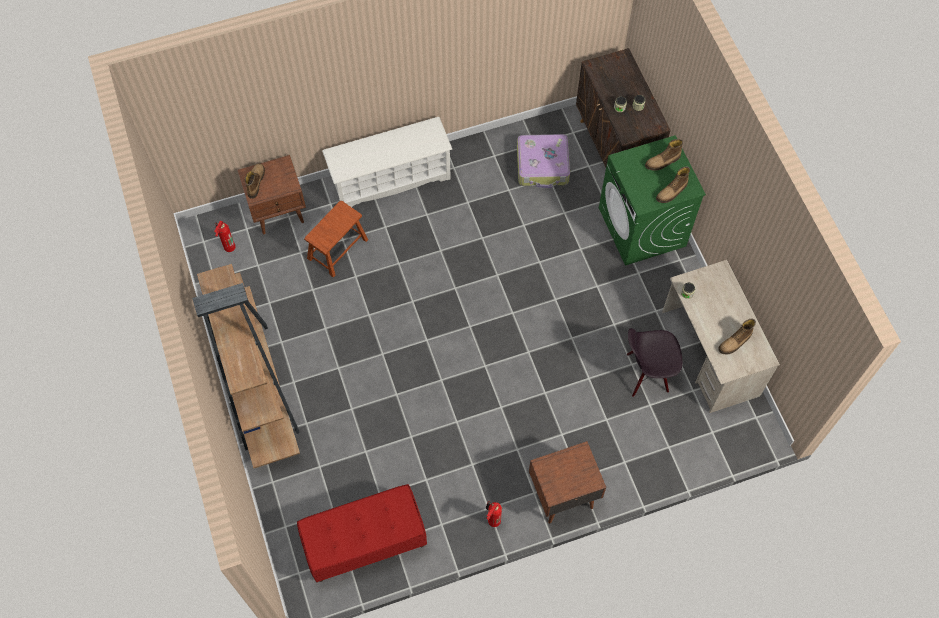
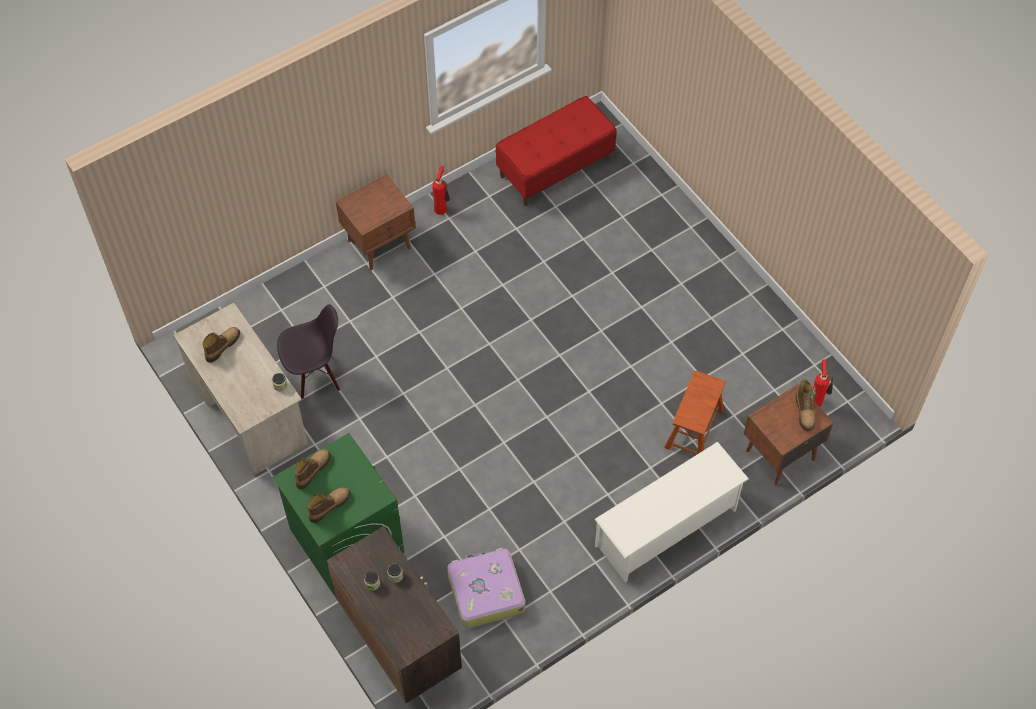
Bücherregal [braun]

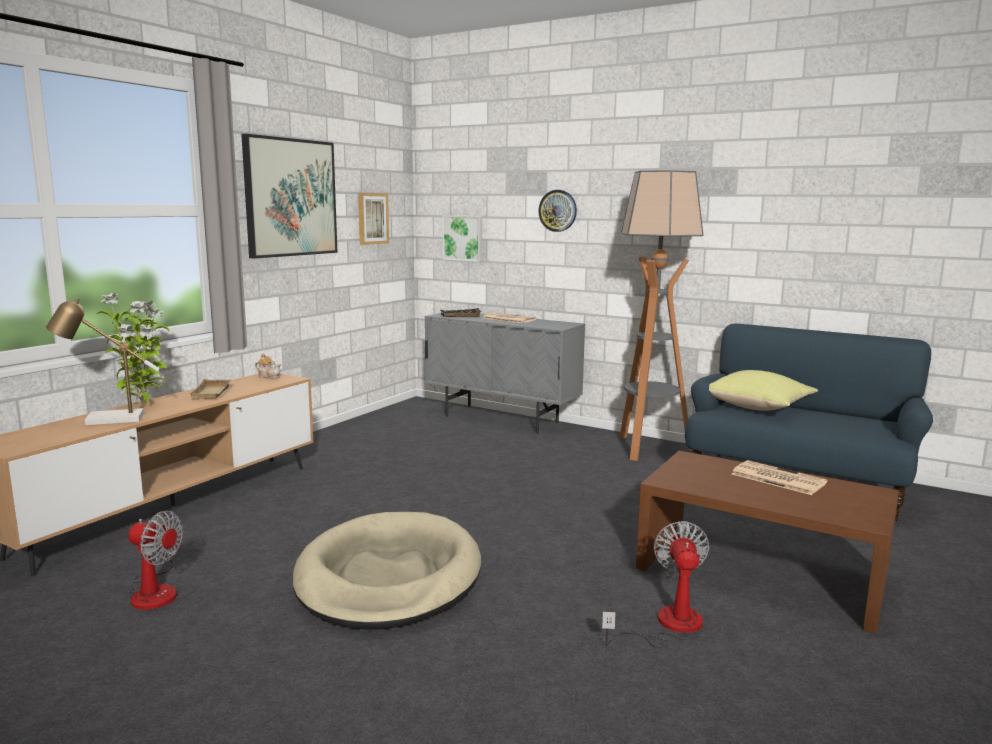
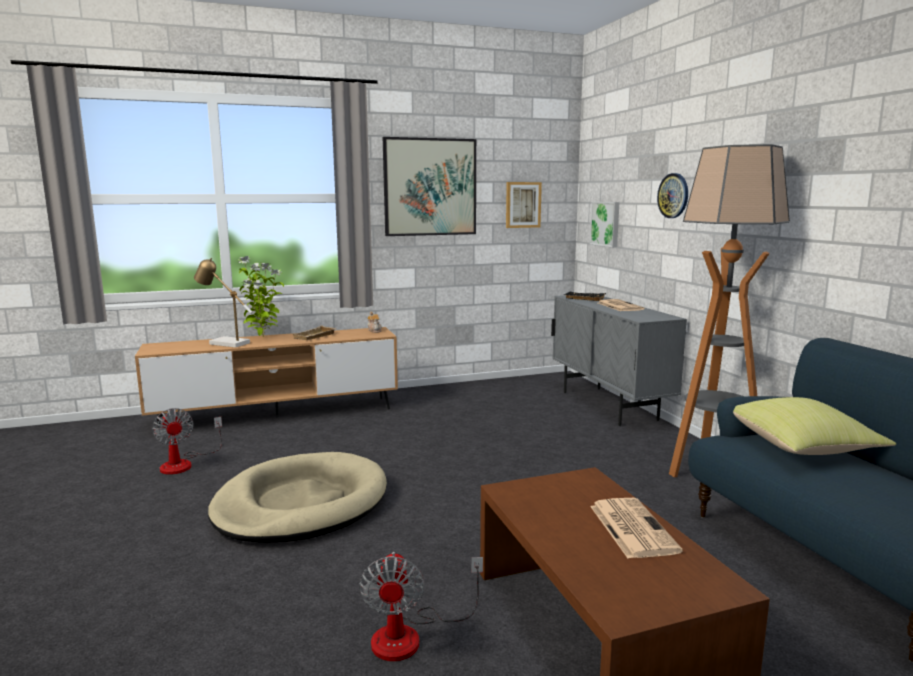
Ventilator (2nd from left)

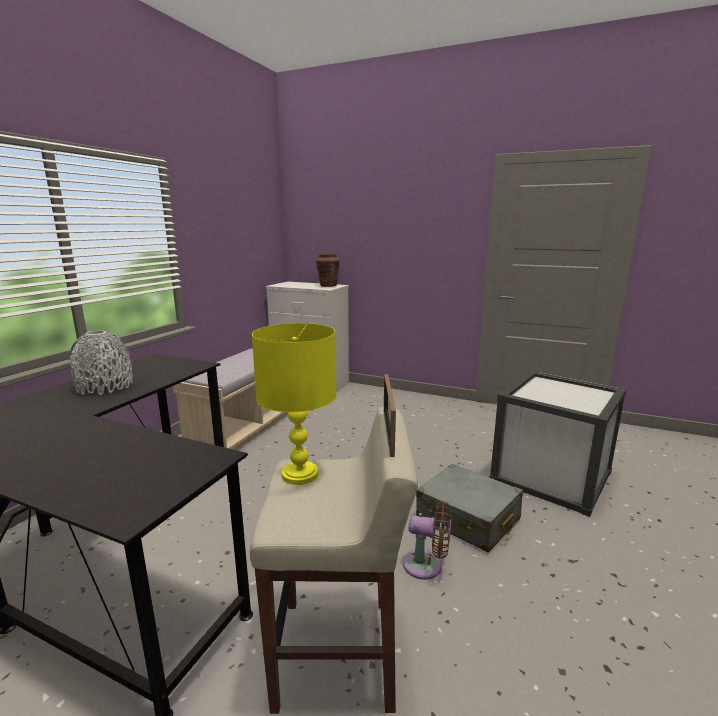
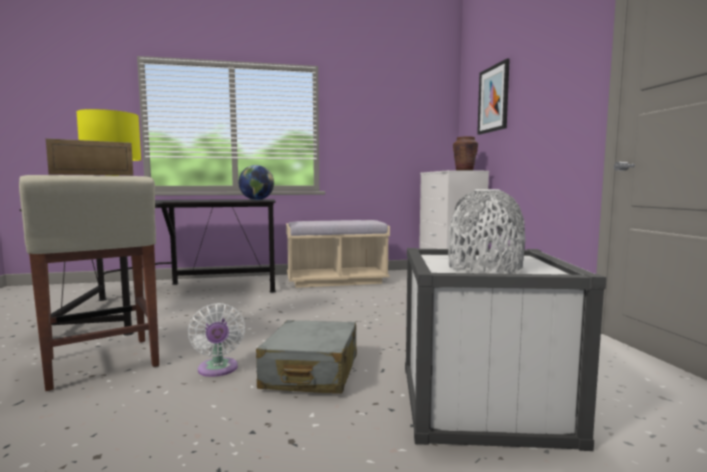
Globus
Bild
Vase [grau]
Ventilator [weiß]

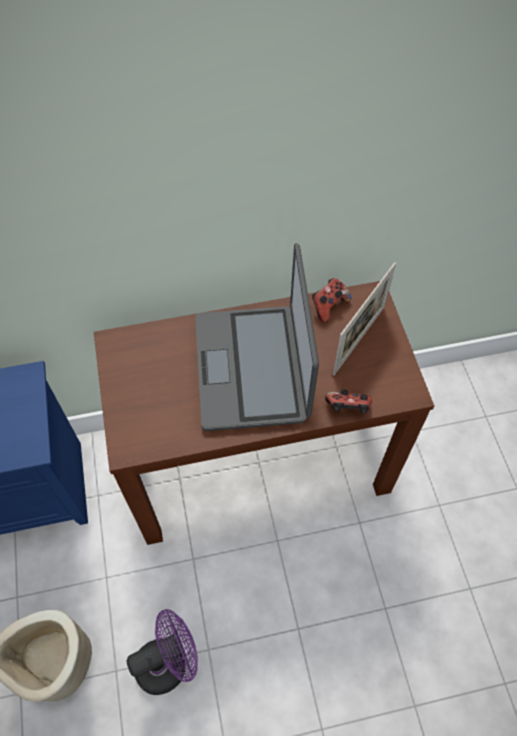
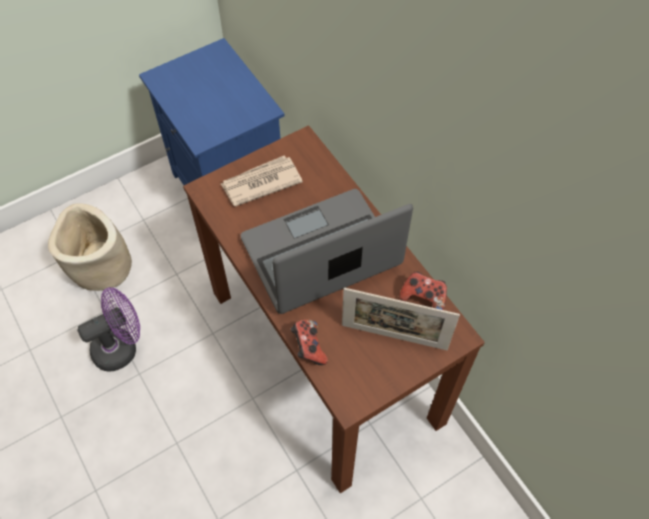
Zeitung
Ventilator [lila]

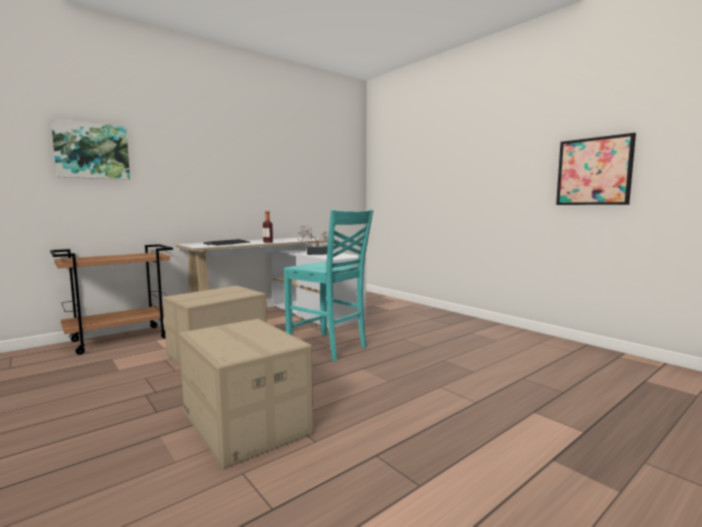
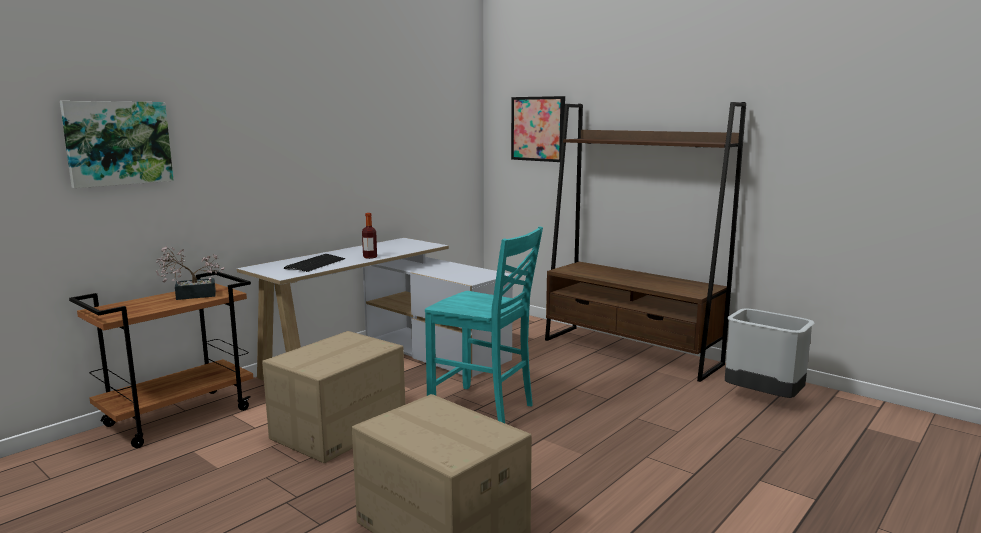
Bücherregal [braun]
Mülleimer [grau]
Topfpflanze
Bild (2nd from left)

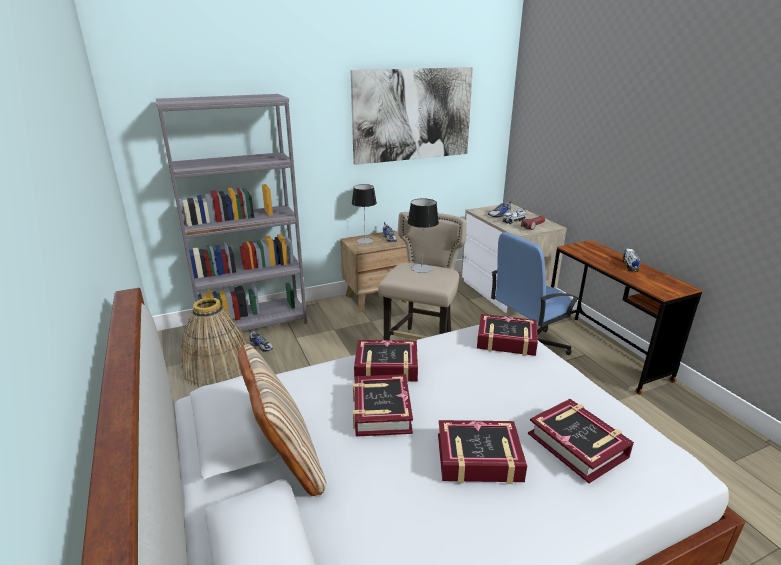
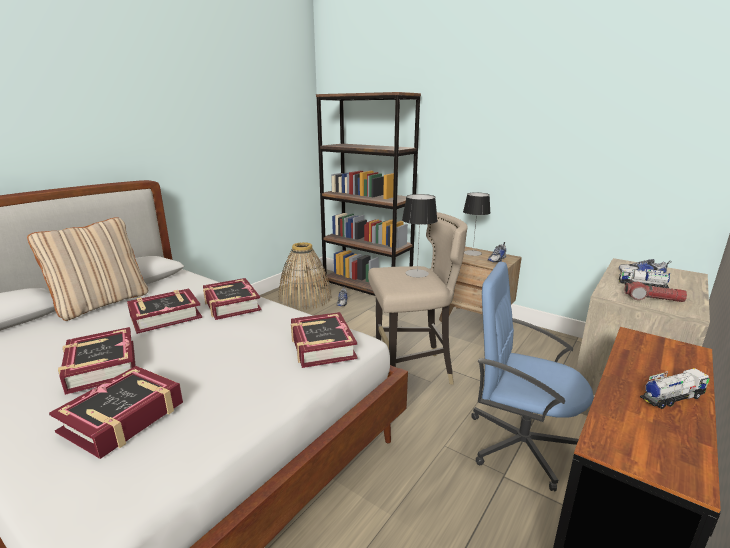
Bild
Bücherregal [braun]

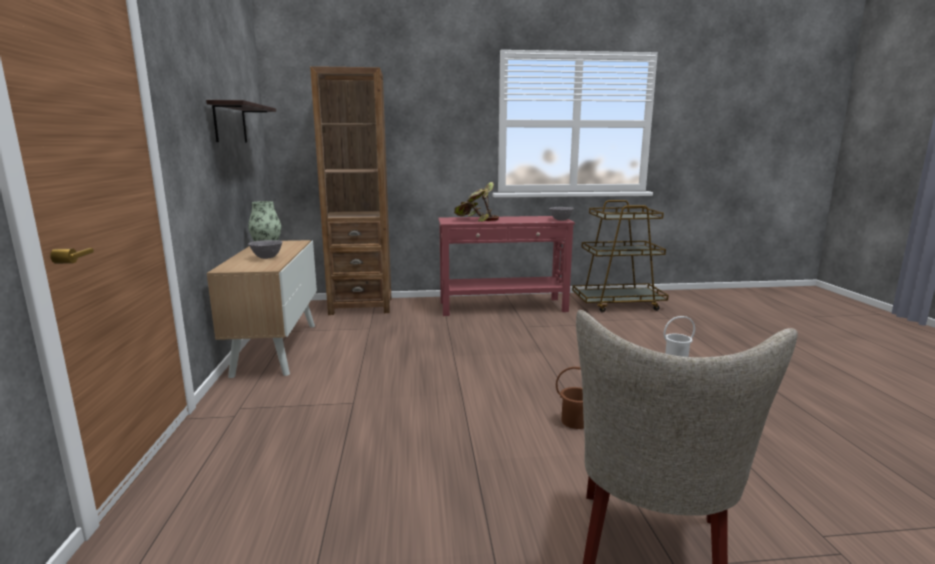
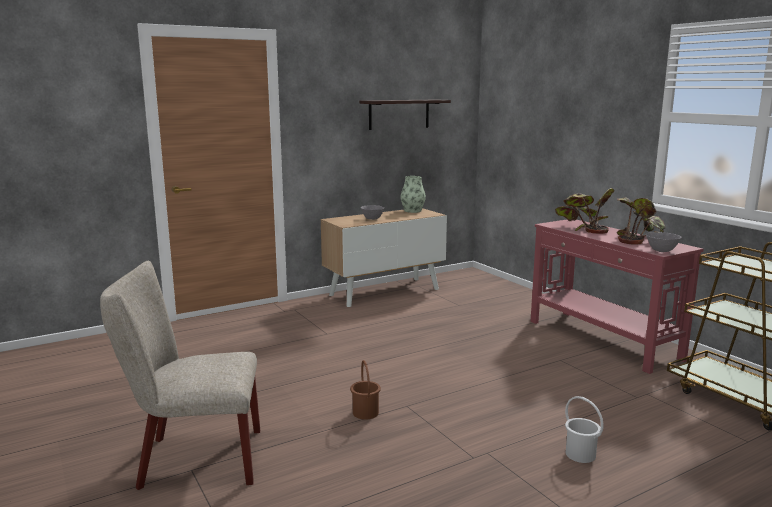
Bücherregal [braun]
Topfpflanze (2nd from left)

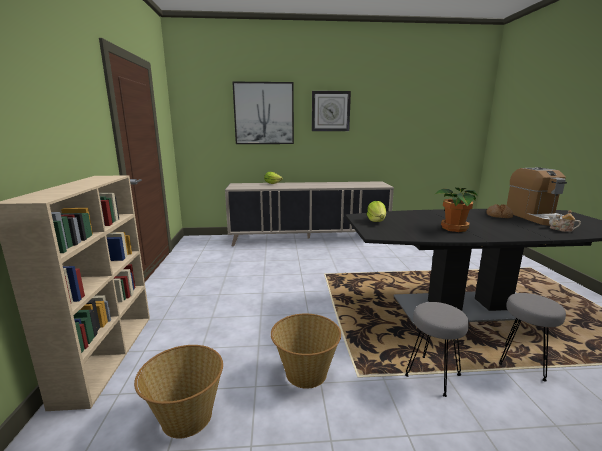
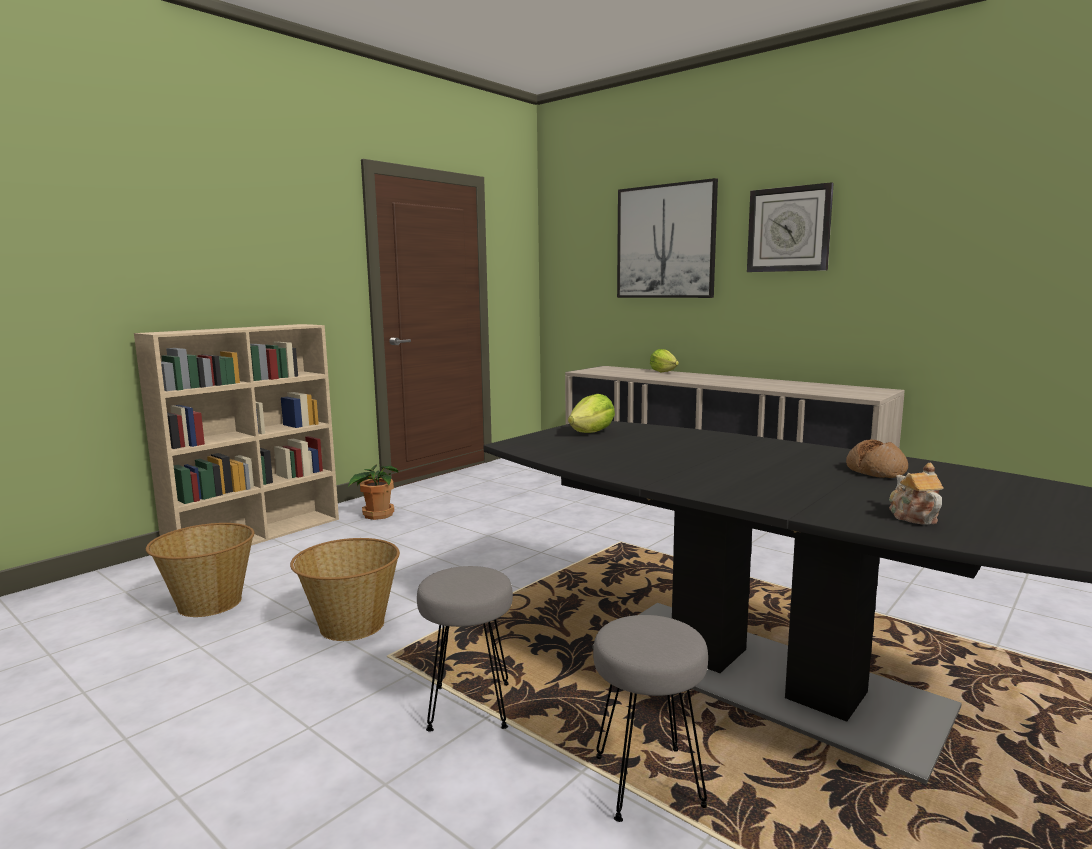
Kaffeemaschine
Topfpflanze

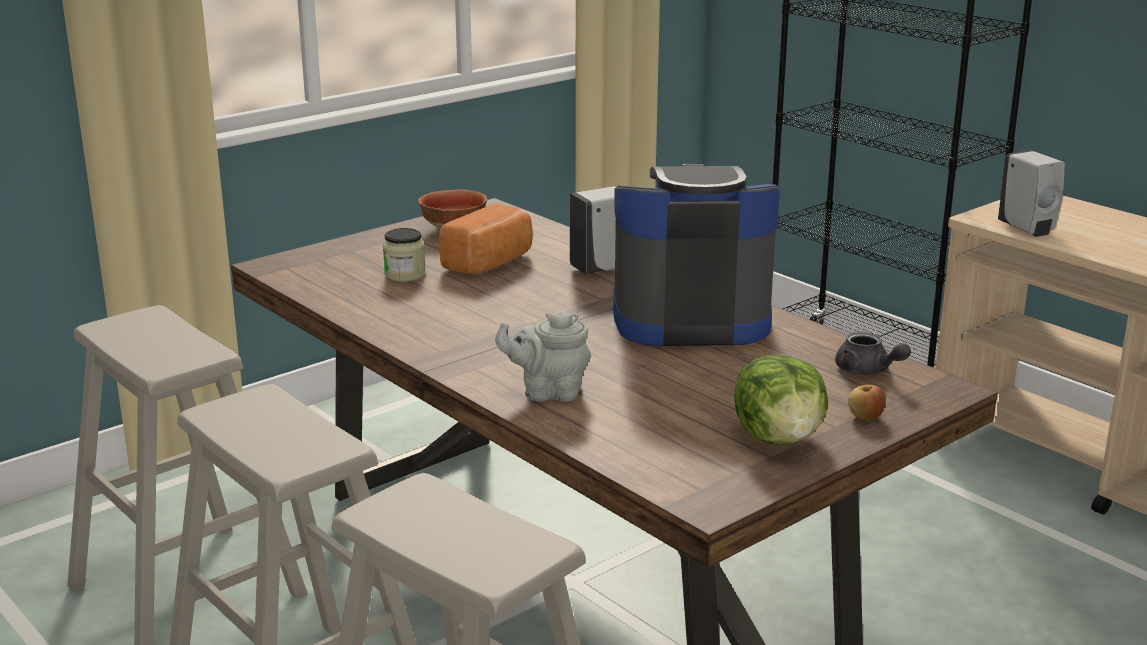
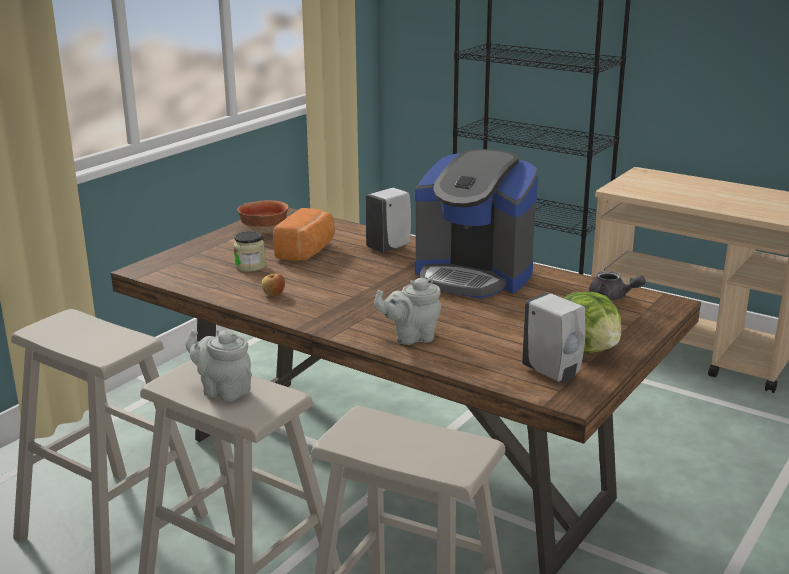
Teekanne [grau] (1st from left)
Apfel
Seifenspender [weiß] (2nd from left)
Kaffeemaschine

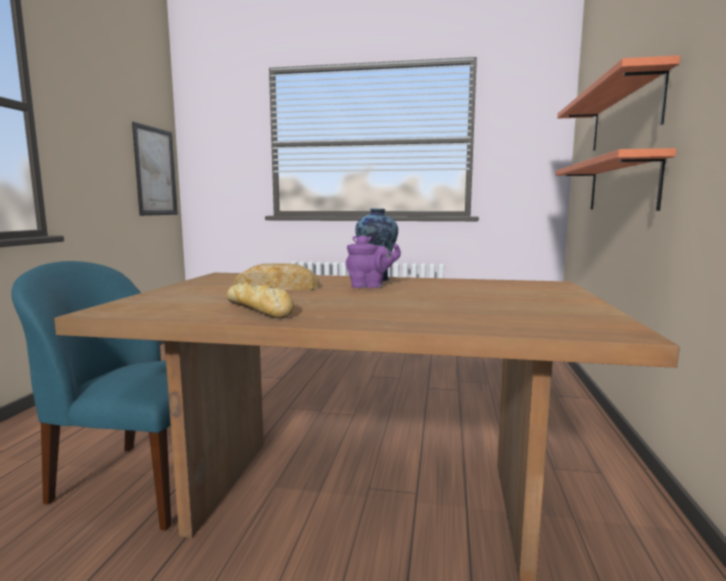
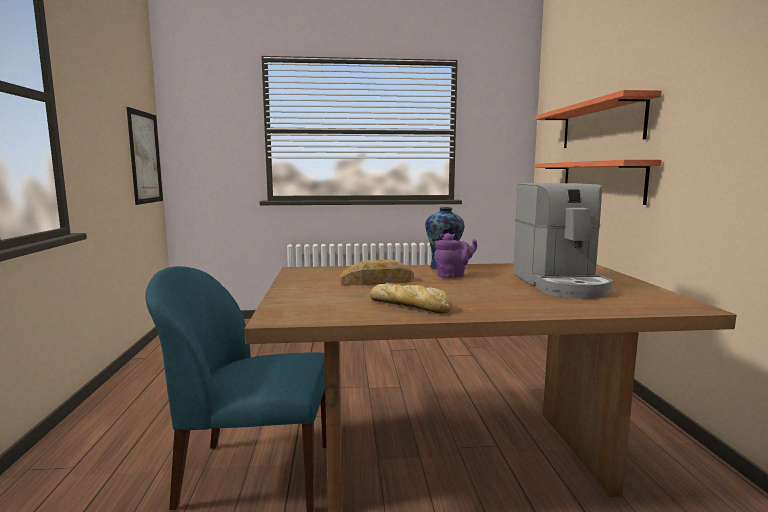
Kaffeemaschine

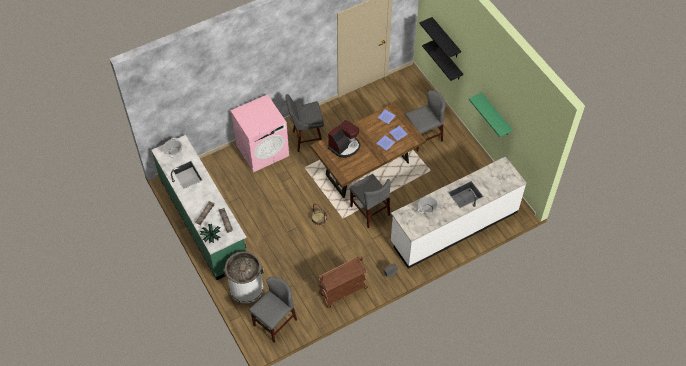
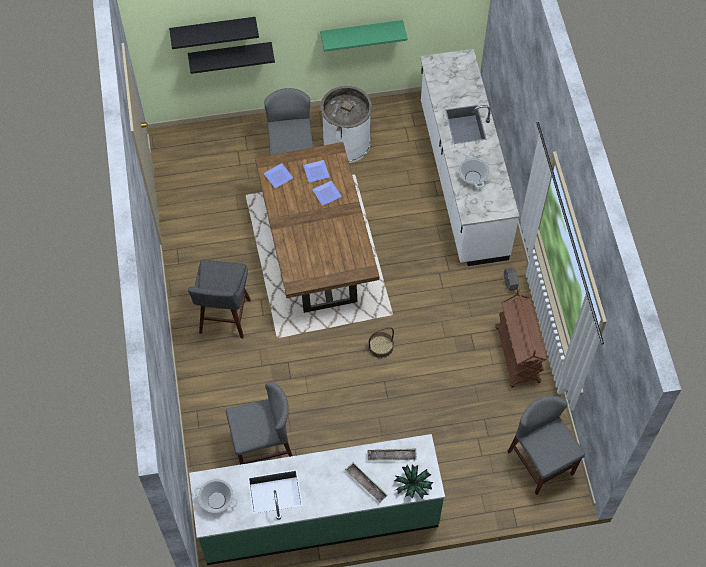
Waschmaschine [rosa]
Kaffeemaschine
Mülleimer [weiß]
Stuhl [grau] (1st from left)

